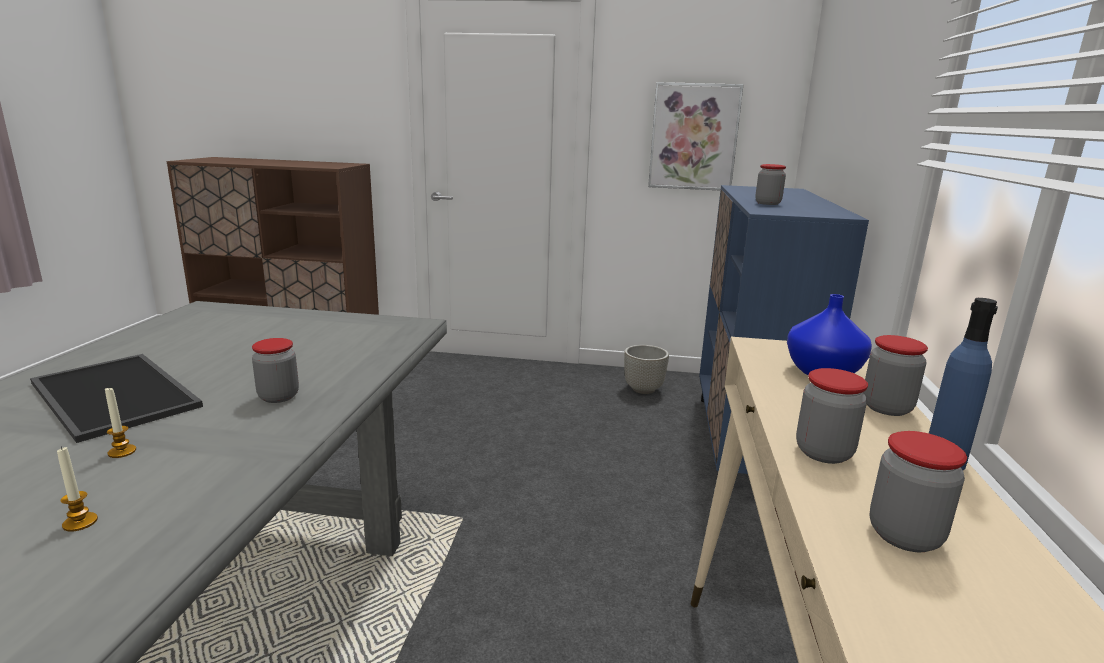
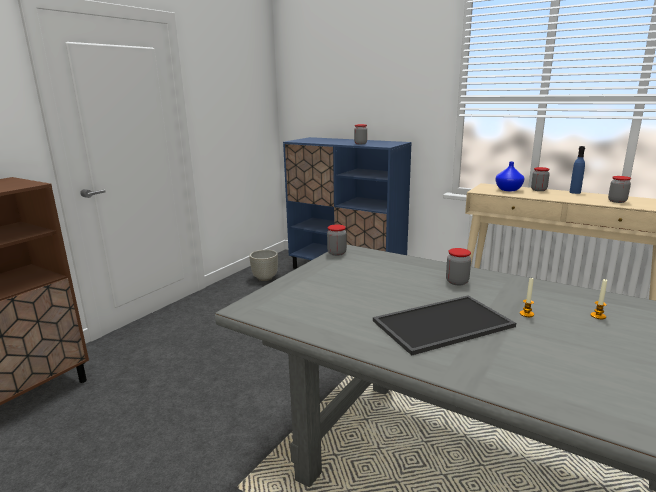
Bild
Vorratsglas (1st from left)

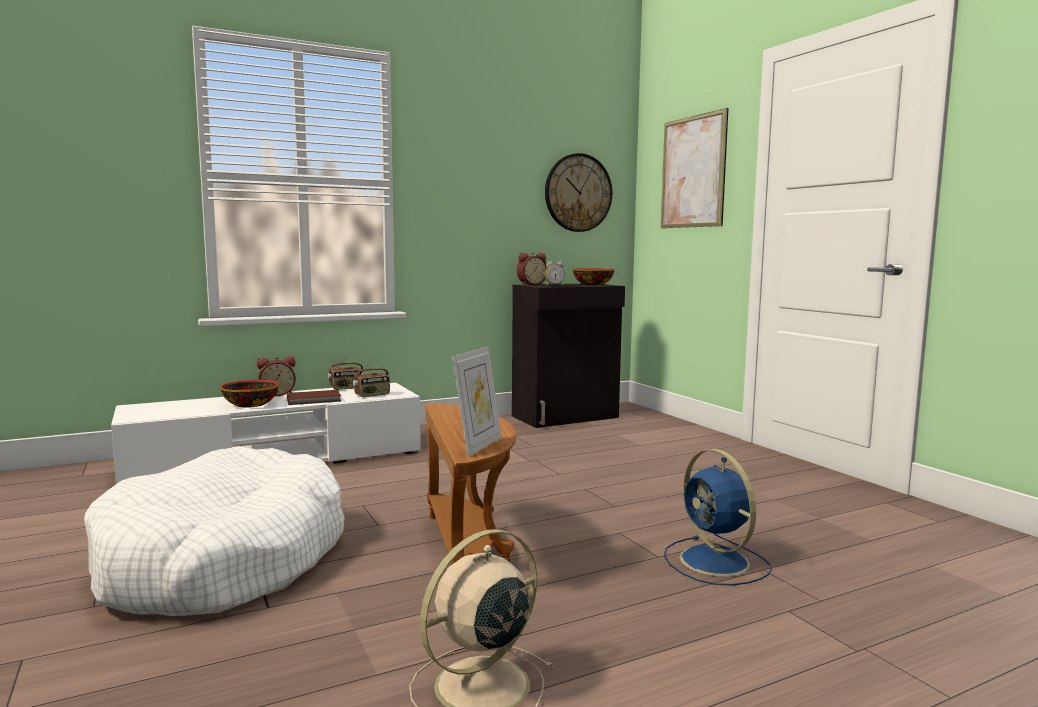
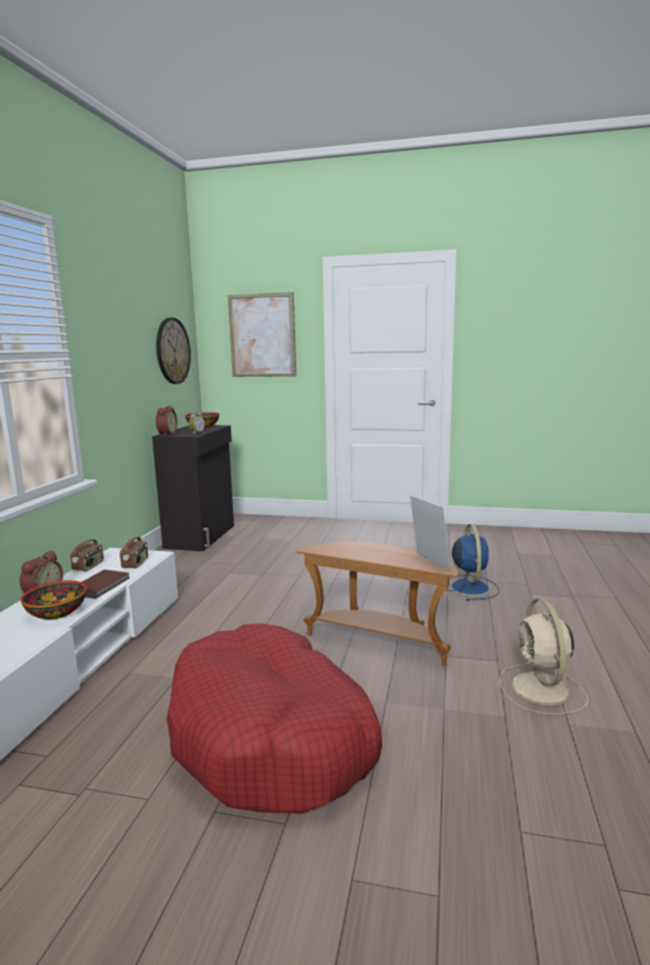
Hundebett [rot]
Ventilator [blau]

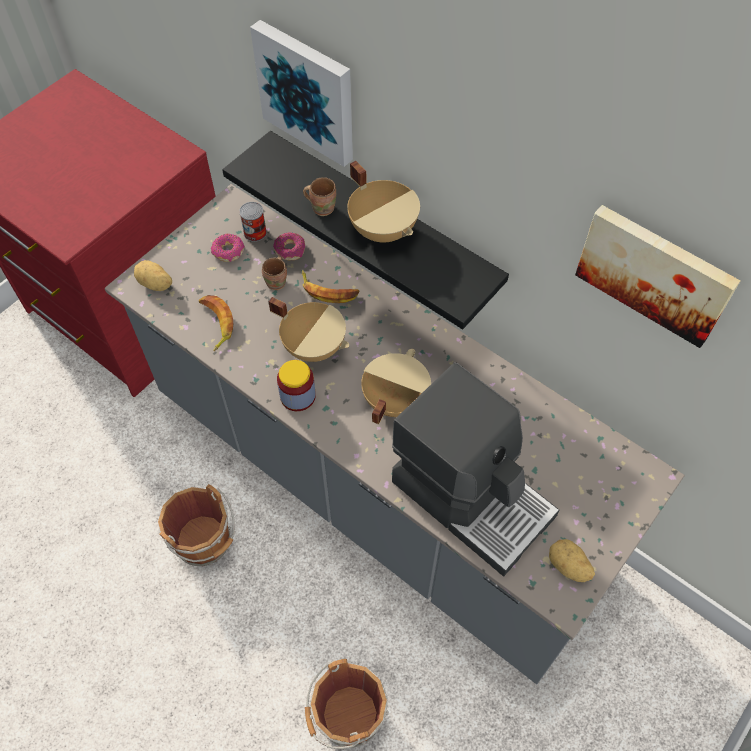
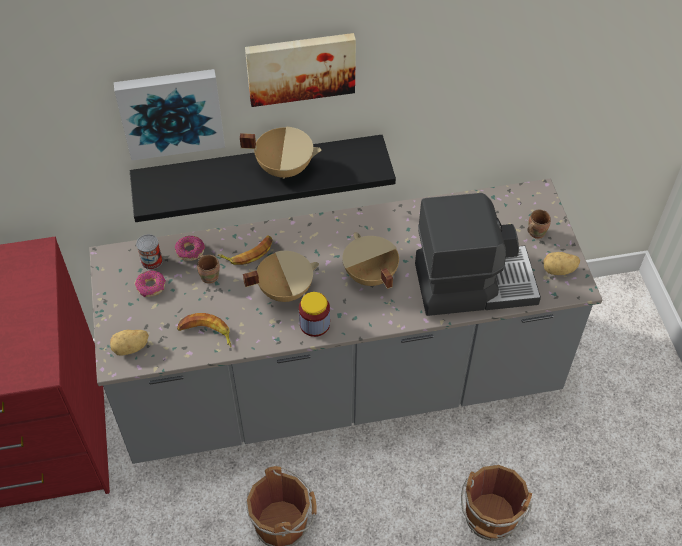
Henkelbecher [braun] (2nd from left)
Bild (2nd from left)

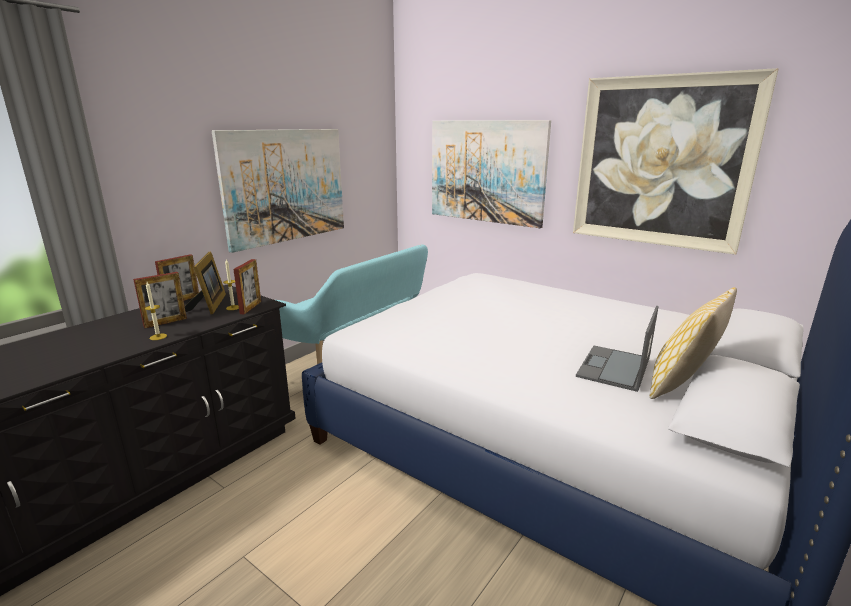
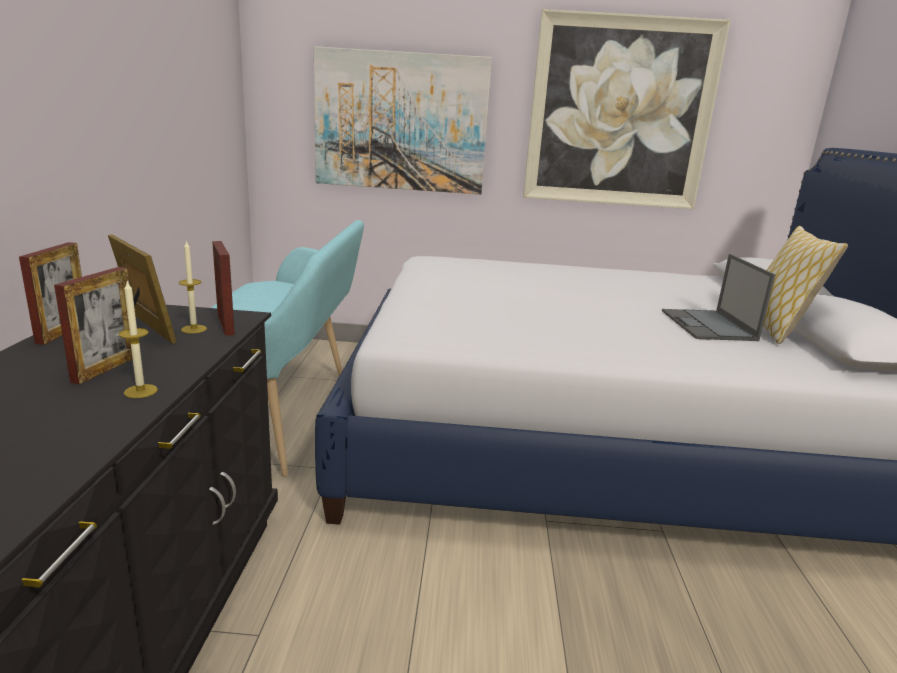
Bild (1st from left in the first image)

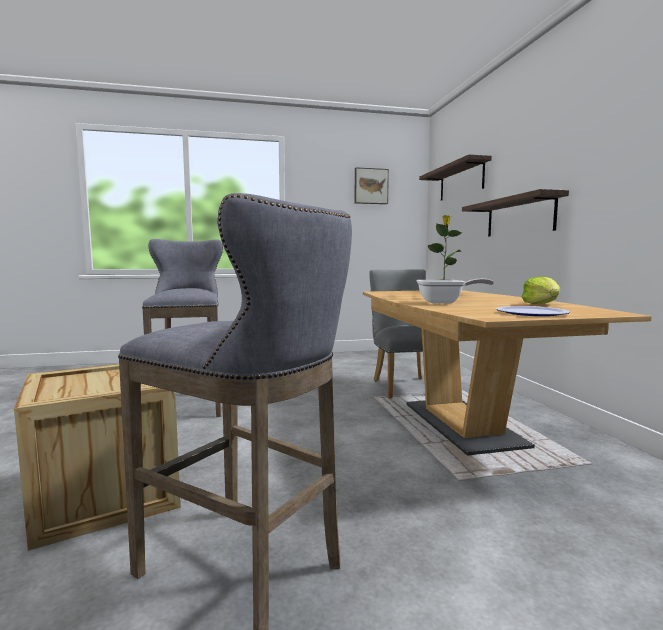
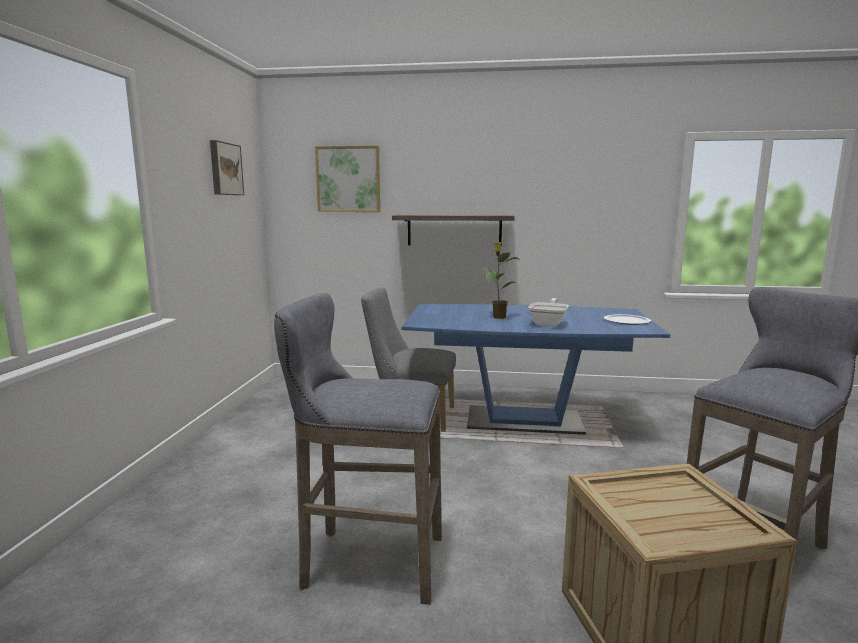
Salatkopf
Bild (2nd from left)
Esstisch [blau]

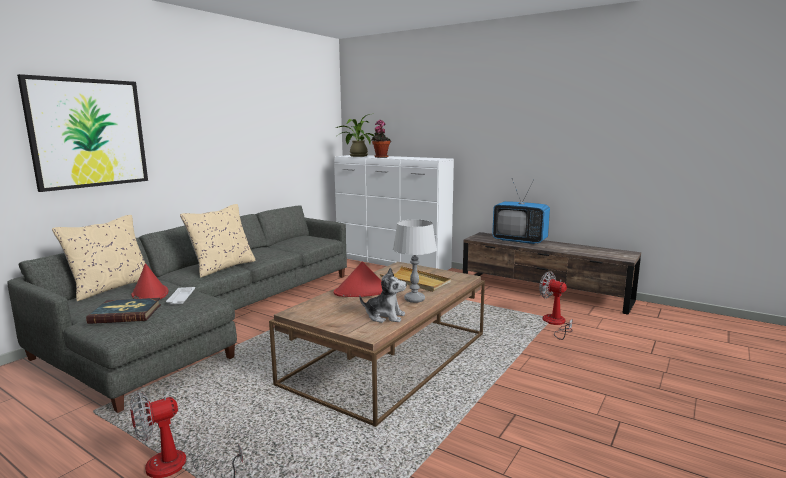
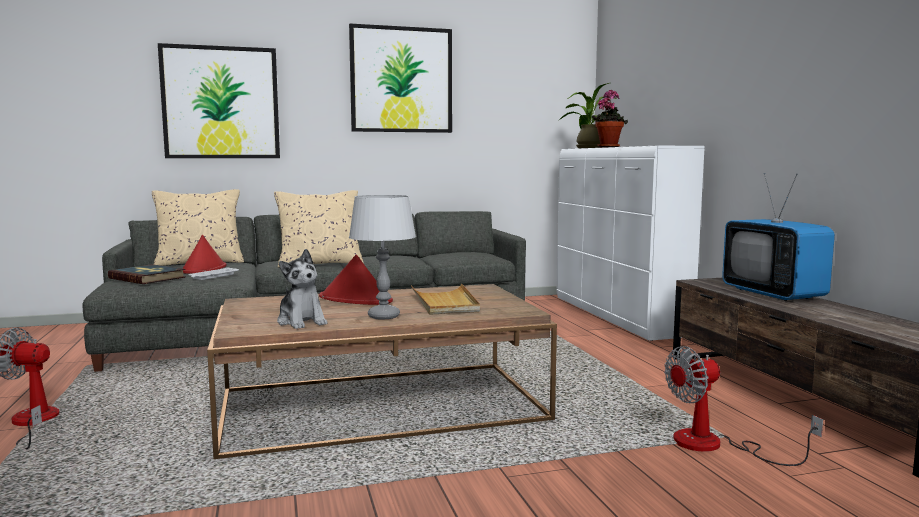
Bild (2nd from left)
Ventilator (2nd from left)

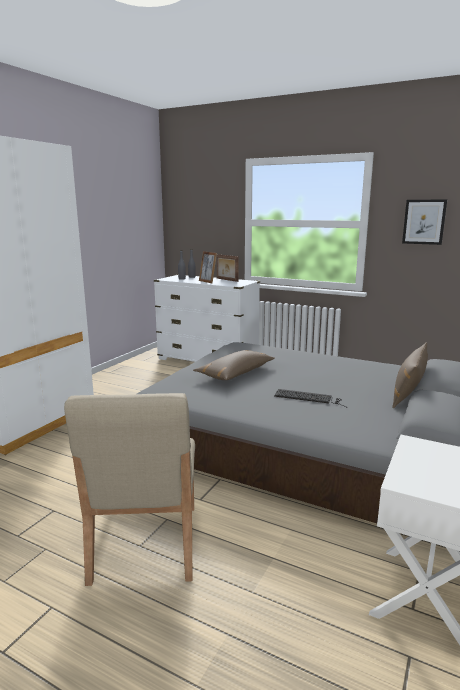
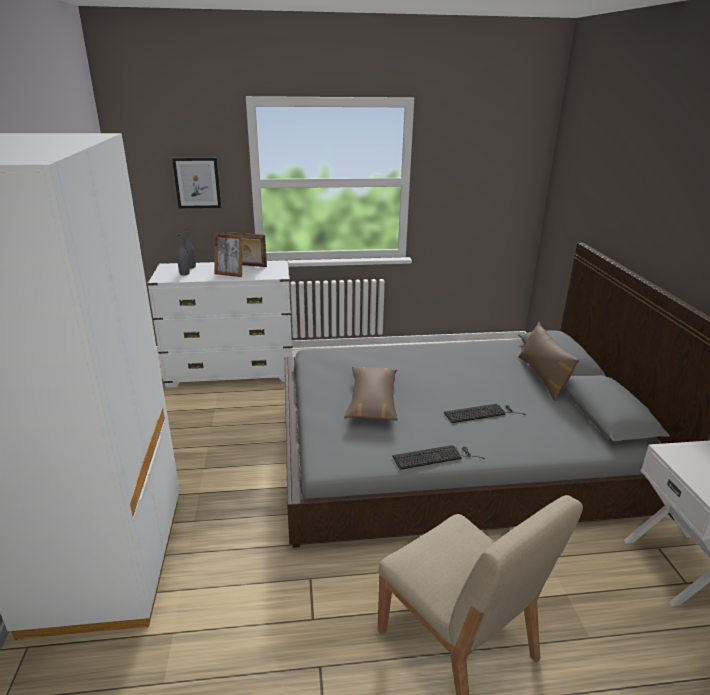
Tastatur (1st from left)
Bild

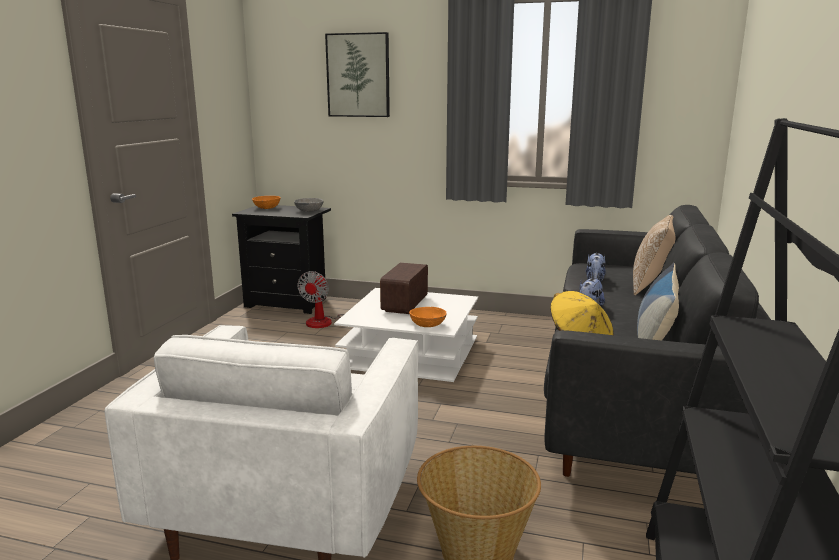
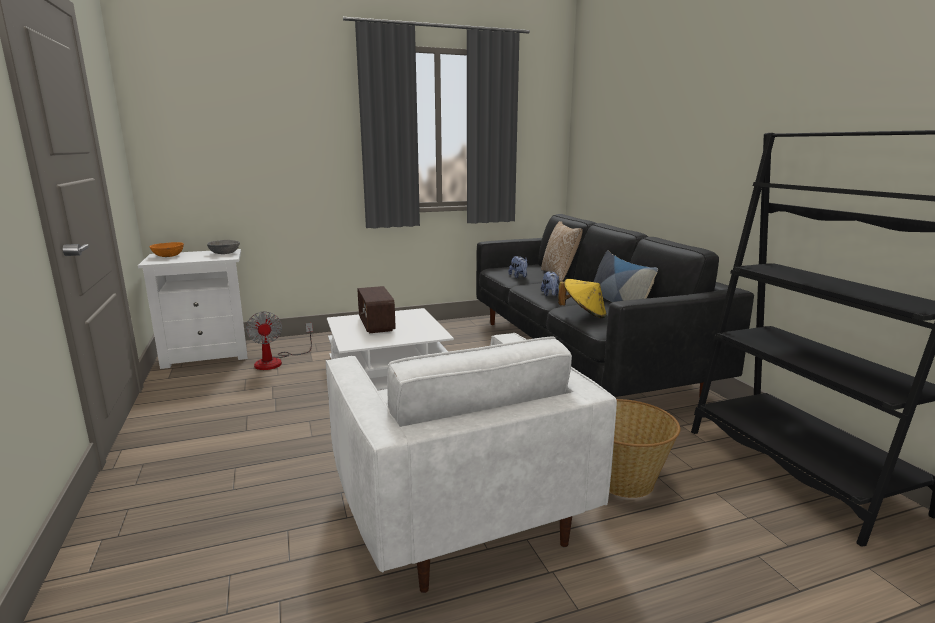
Bild
Schüssel [orange] (2nd from left in the first image)
Nachttisch [weiß]

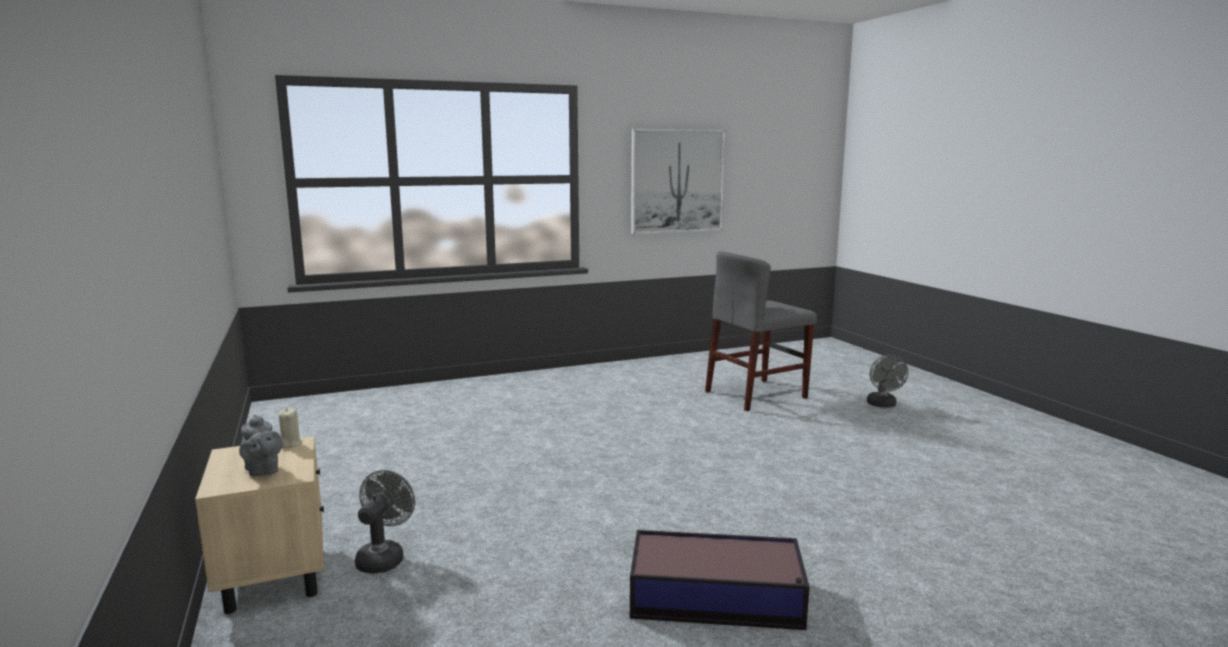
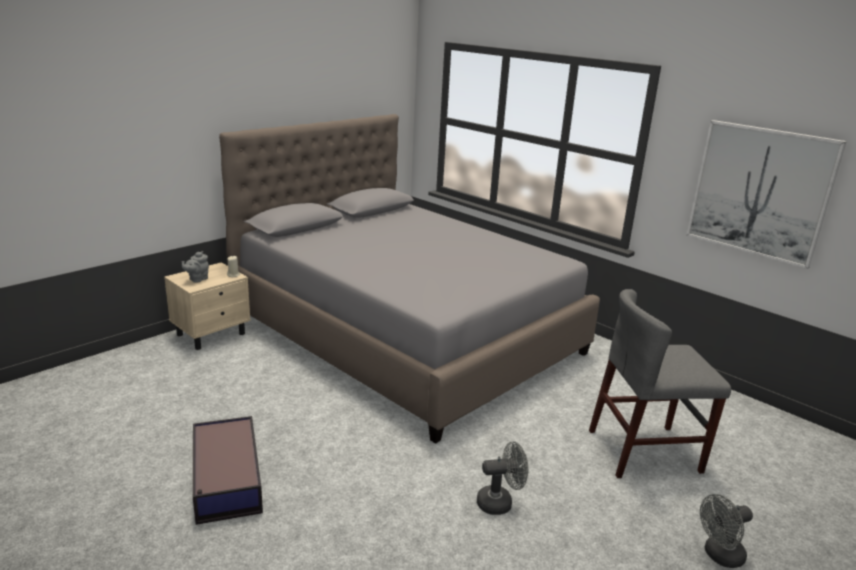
Bett [grau]
Ventilator [grau] (1st from left)
Stuhl [grau]

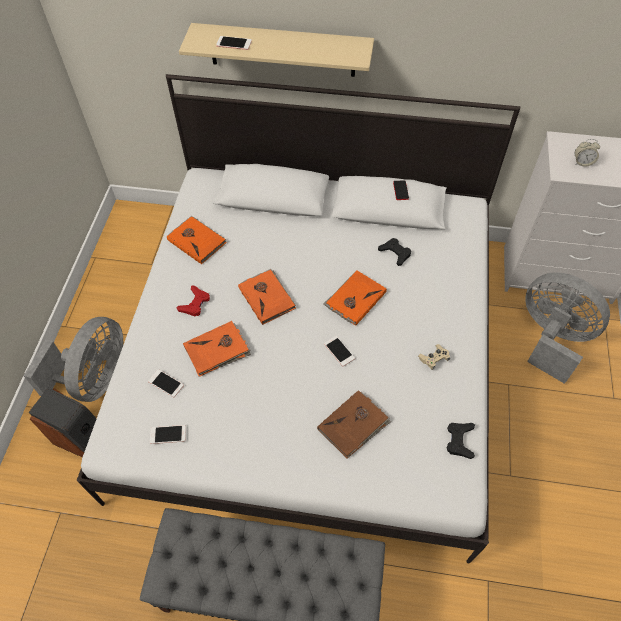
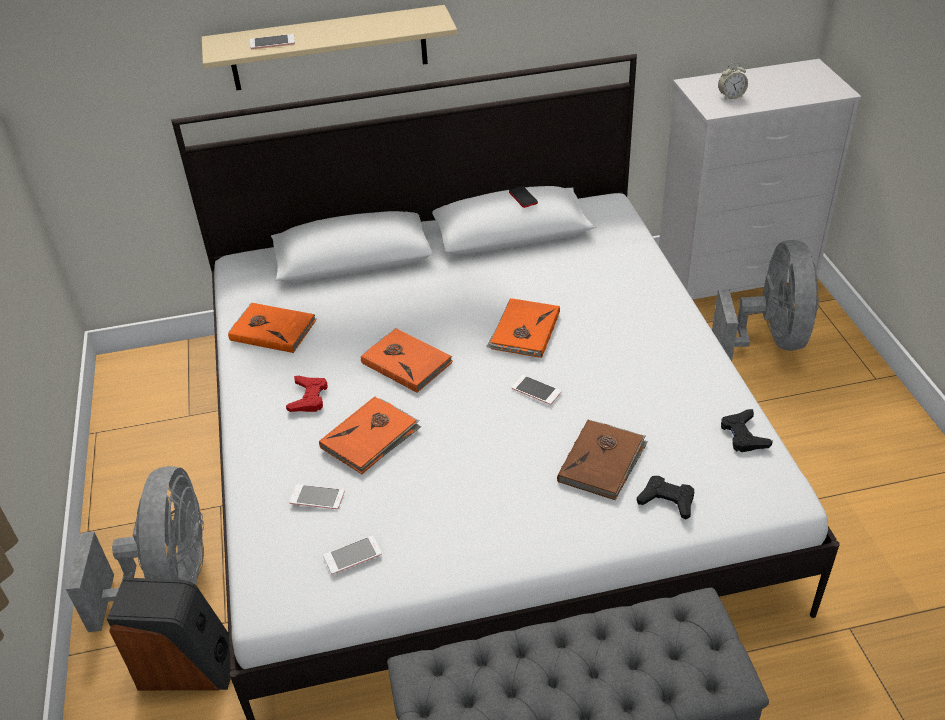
Gamepad [beige]
Gamepad [schwarz] (1st from left)
Ventilator [grau] (2nd from left)

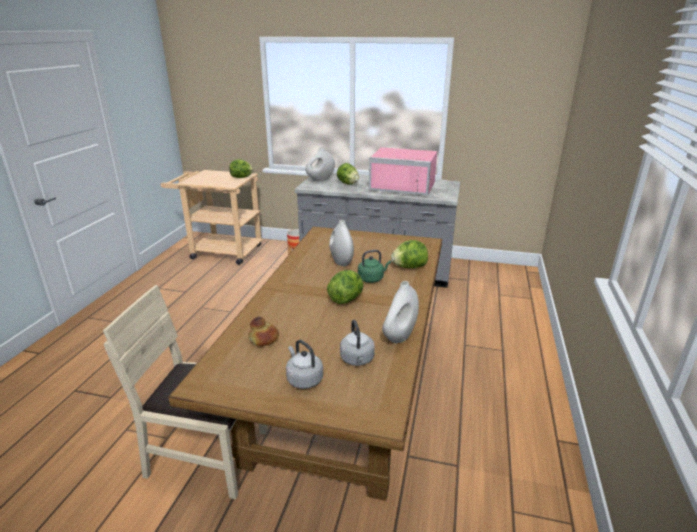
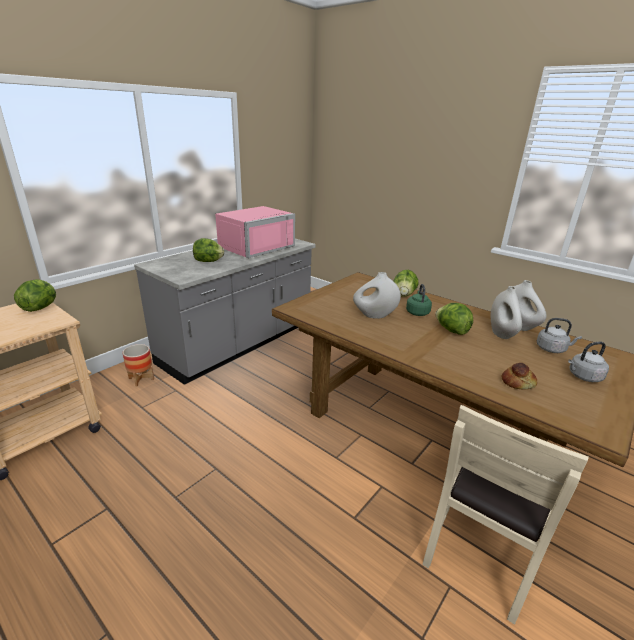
Vase [weiß] (2nd from left)

